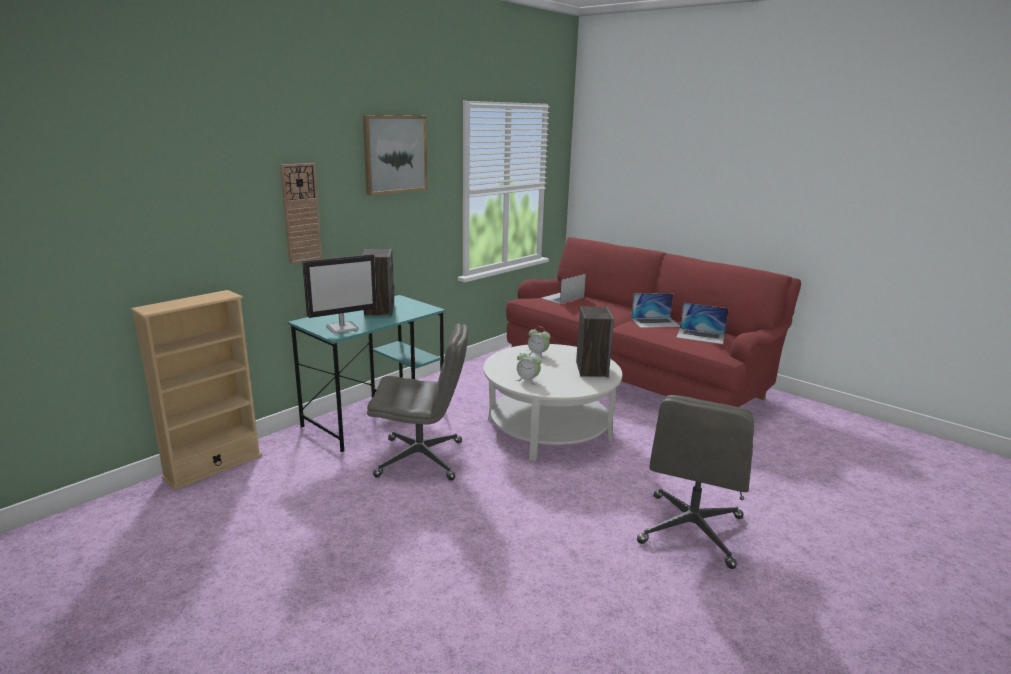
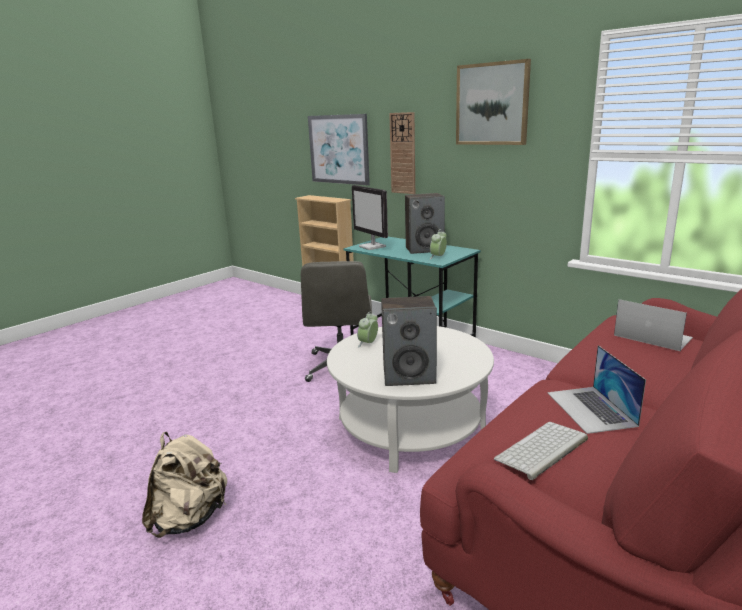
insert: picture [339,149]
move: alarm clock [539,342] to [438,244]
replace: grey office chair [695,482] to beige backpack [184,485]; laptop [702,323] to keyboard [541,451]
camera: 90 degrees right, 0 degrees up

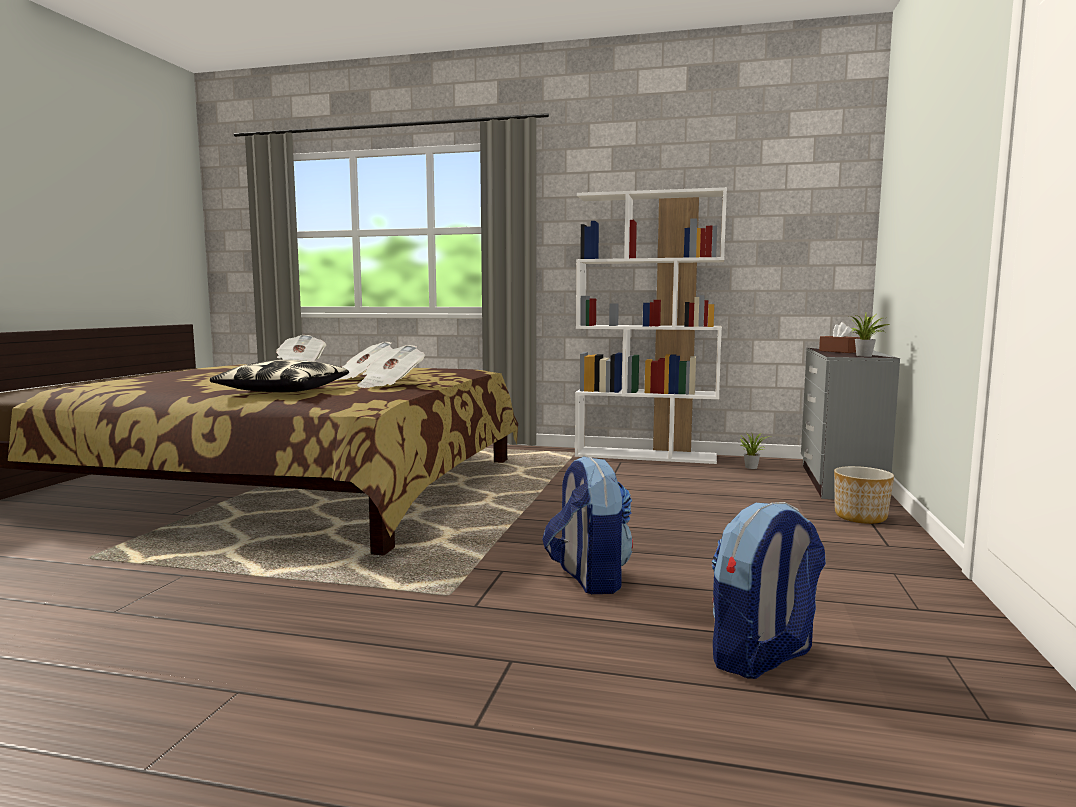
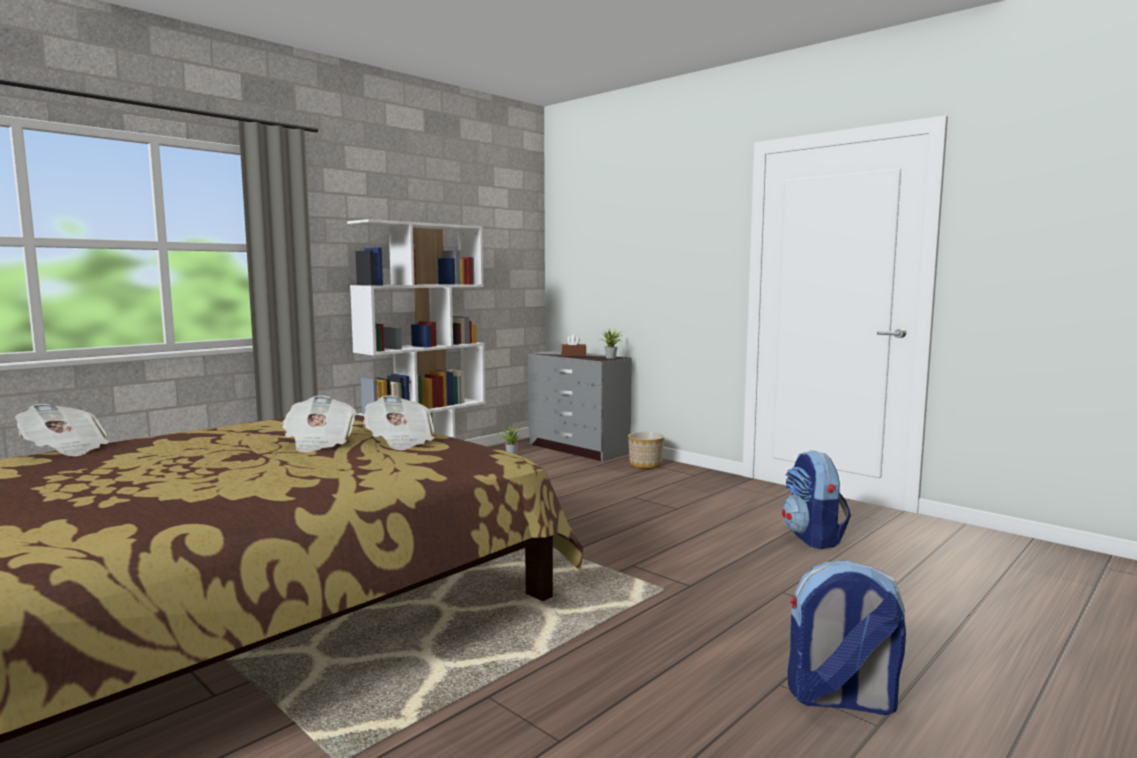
delete: pillow [279,376]
move: backpack [587,525] to [846,637]
camera: 60 degrees left, 0 degrees up

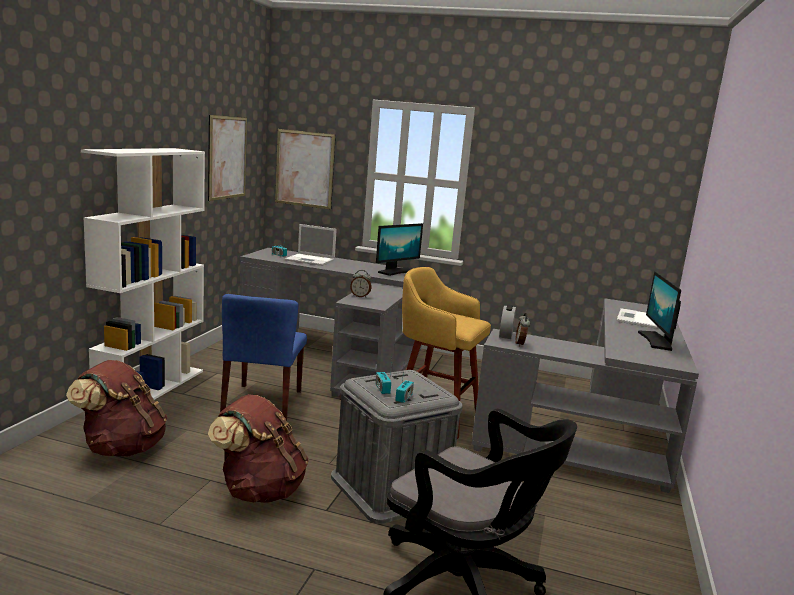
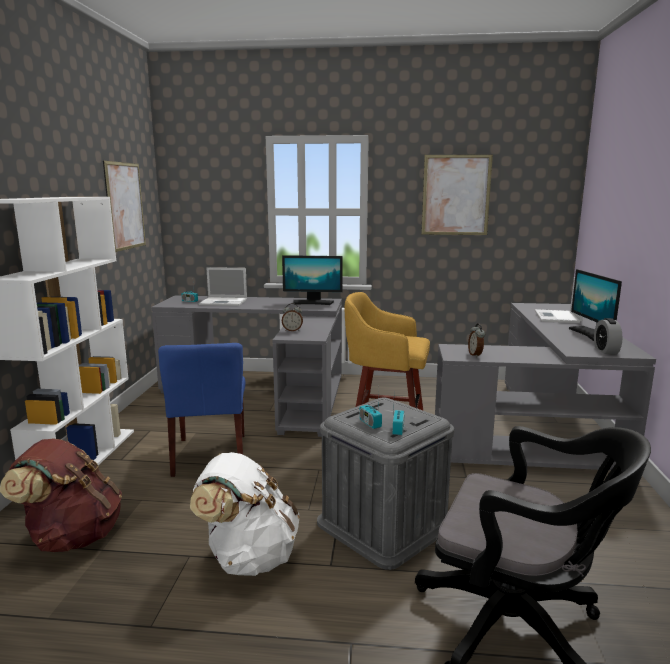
move: picture [305,169] to [457,194]; alarm clock [507,322] to [608,336]
recolor: brown backpack [258,448] to white backpack [245,514]
rotate: monitor [399,249] = [312,280] 60 degrees clockwise
camera: 10 degrees left, 0 degrees up

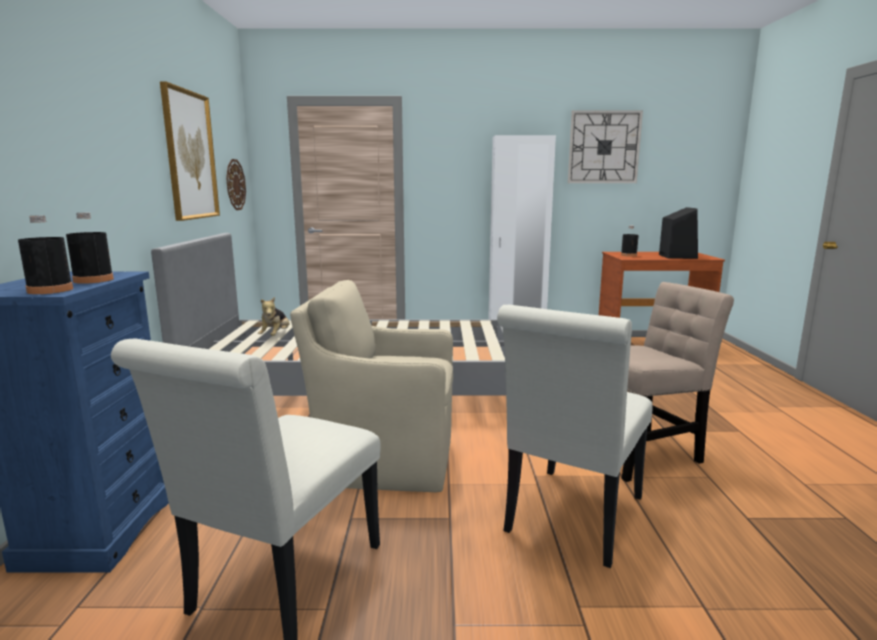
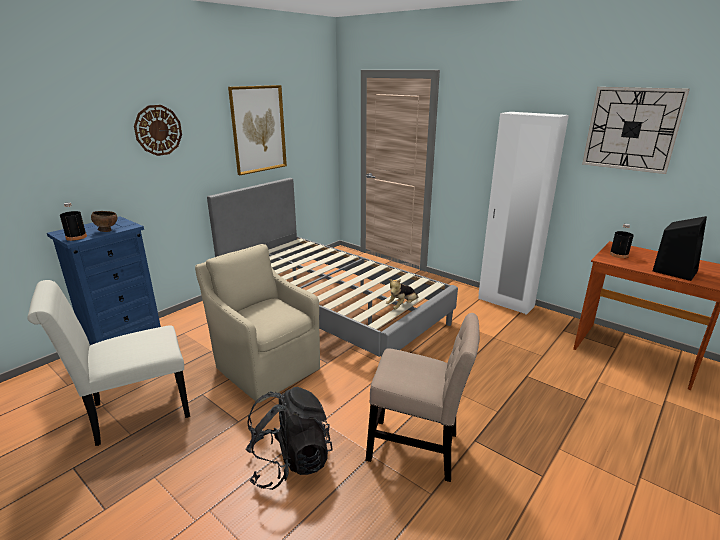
move: wall clock [236,184] to [158,130]; plush toy [273,316] to [402,294]
replace: black bottle [90,248] to brown bowl [104,221]; white chair [575,436] to black backpack [289,438]
camera: 40 degrees right, 10 degrees up

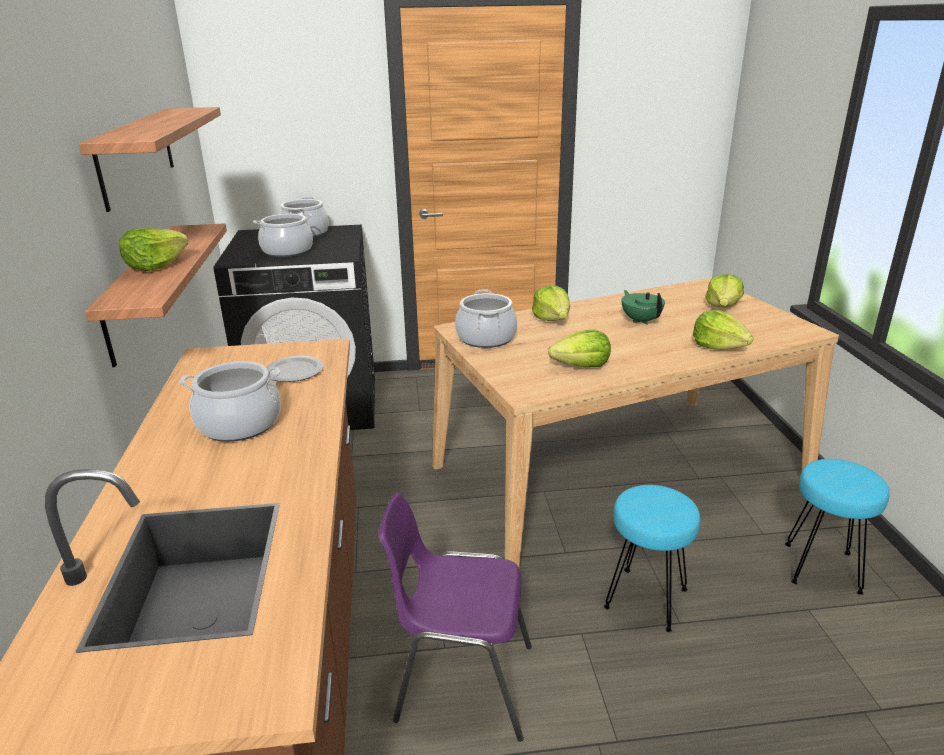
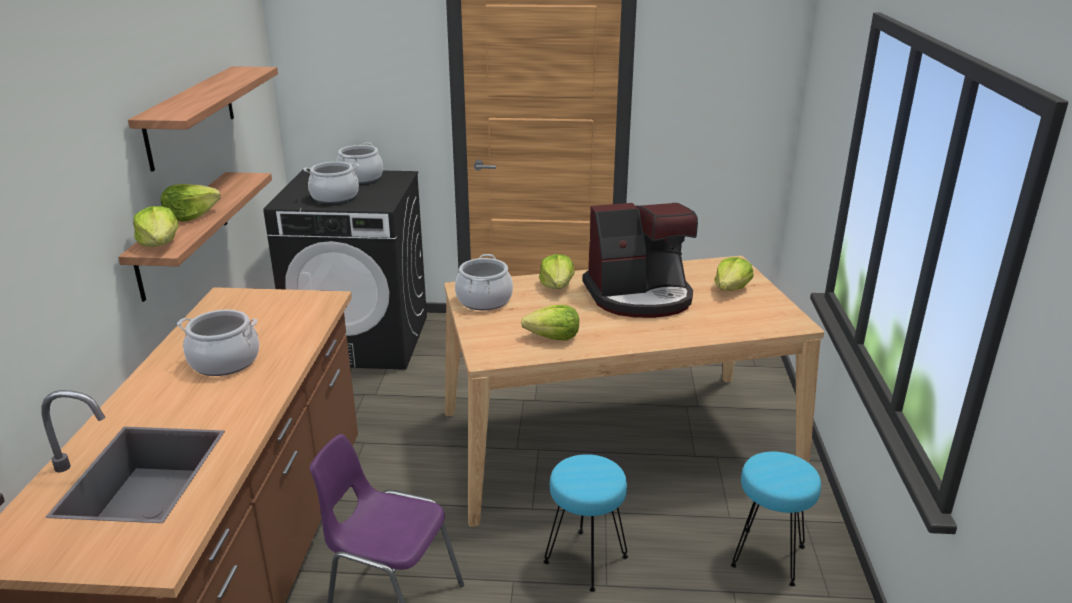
delete: plate [295,369]
move: lettuce [723,330] to [156,226]
replace: green teapot [643,307] to coffee machine [640,260]
camera: 10 degrees right, 0 degrees up

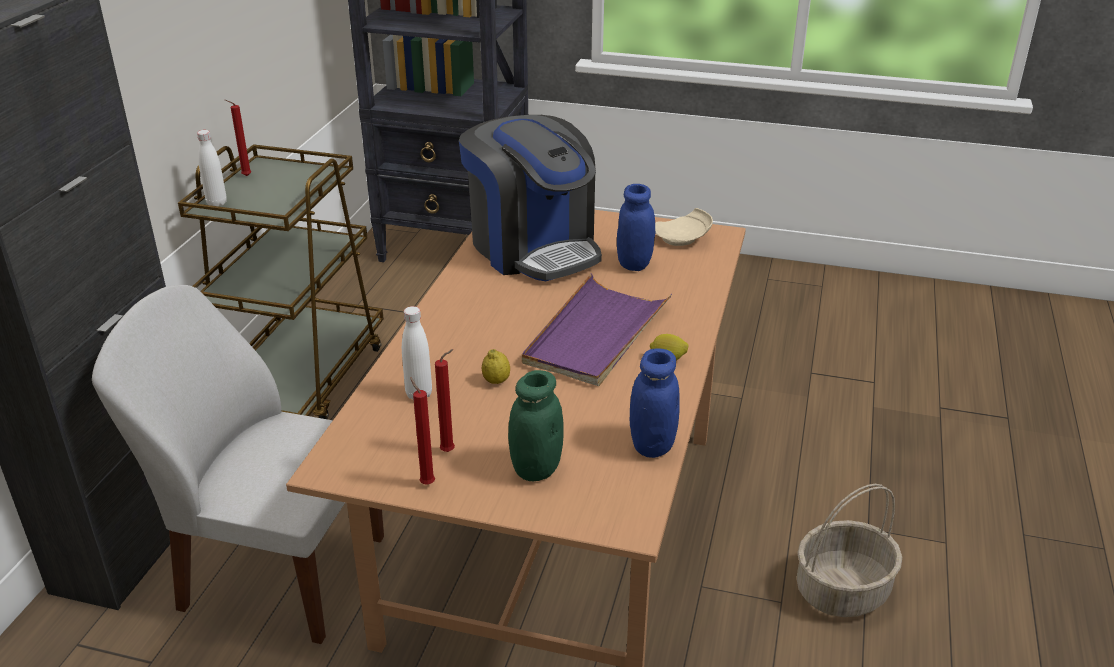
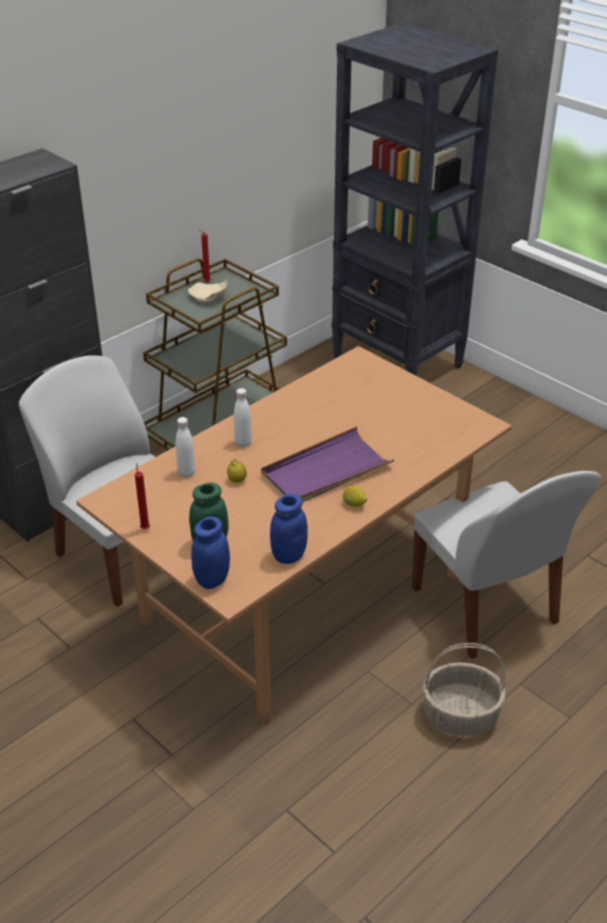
delete: red candle [445,400]; coffee machine [530,198]
insert: white chair [506,565]
move: white bottle [212,168] to [243,417]; blue jar [636,227] to [210,553]; beige plate [684,227] to [207,291]
camera: 30 degrees right, 5 degrees up

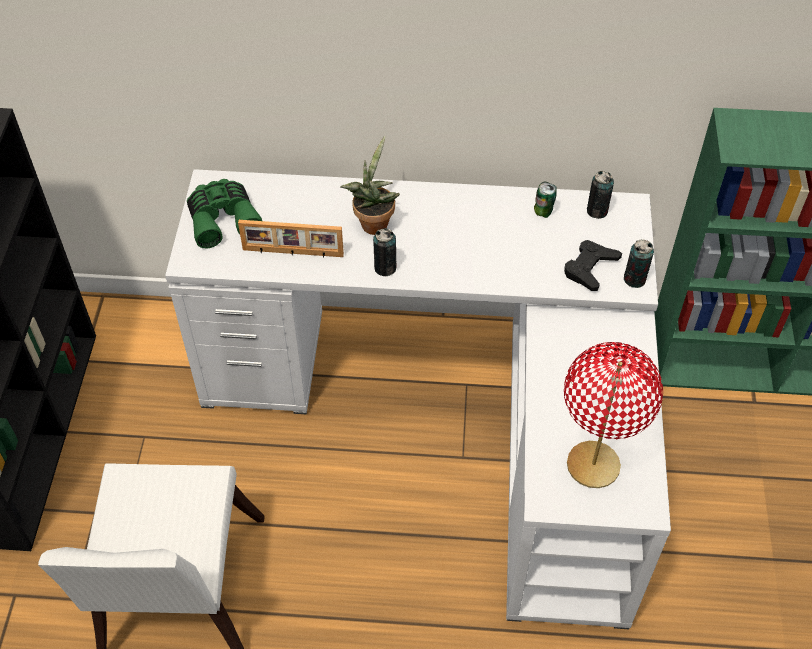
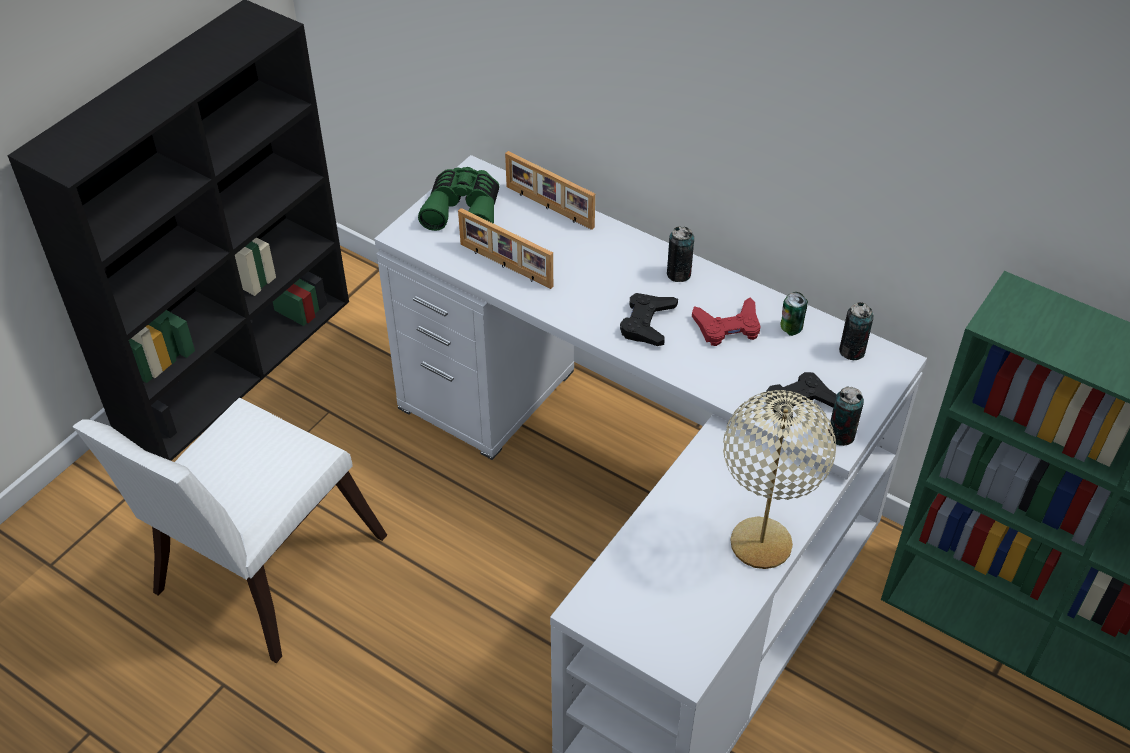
delete: potted plant [370,185]; red table lamp [613,415]
insert: picture frame [550,190]; black game controller [649,319]; red game controller [726,322]; beige table lamp [779,479]
move: can [385,252] to [680,254]
camera: 30 degrees right, 5 degrees down

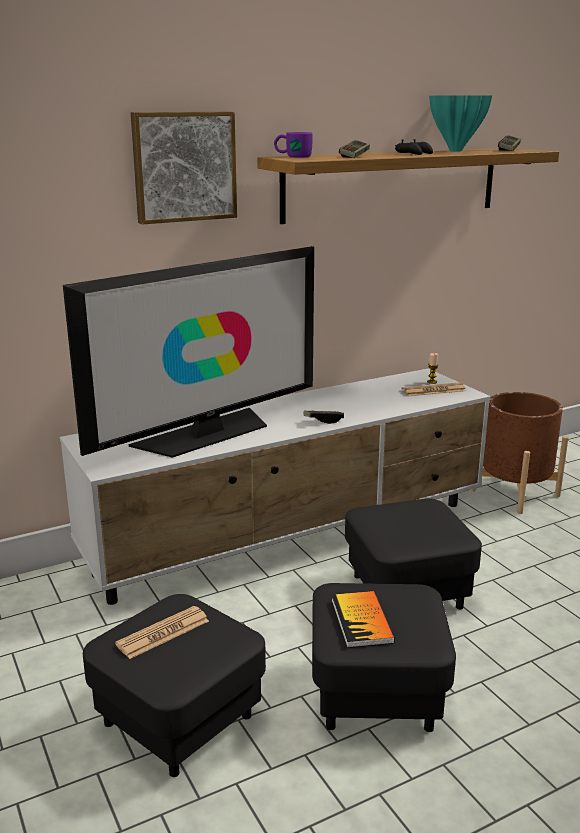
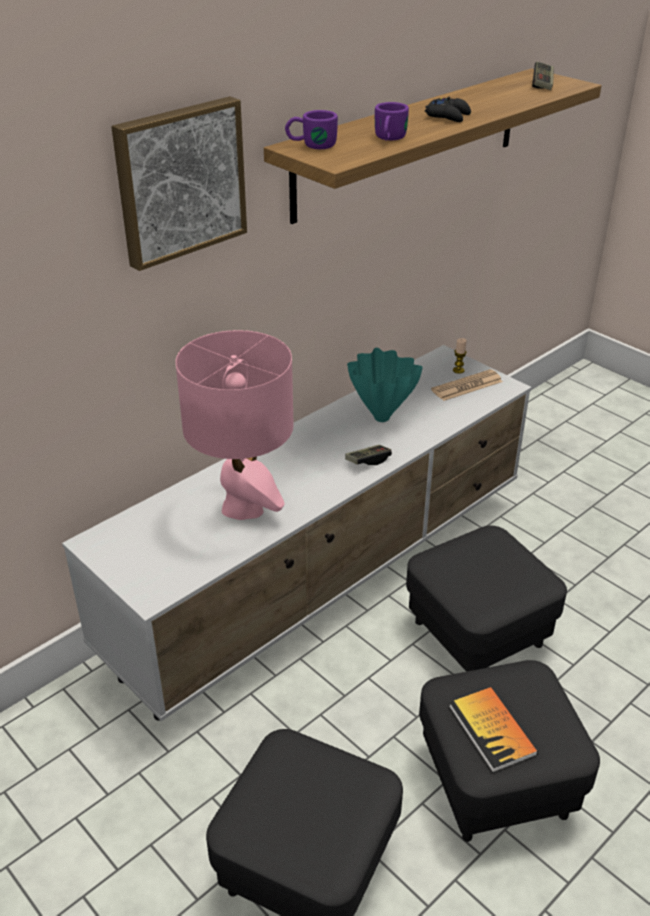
delete: newspaper [162,632]; brown planter [519,453]
move: turquoise vase [460,123] to [385,385]
replace: television [188,352] to pink table lamp [234,425]; game controller [354,149] to purple mug [392,121]
camera: 15 degrees left, 15 degrees up

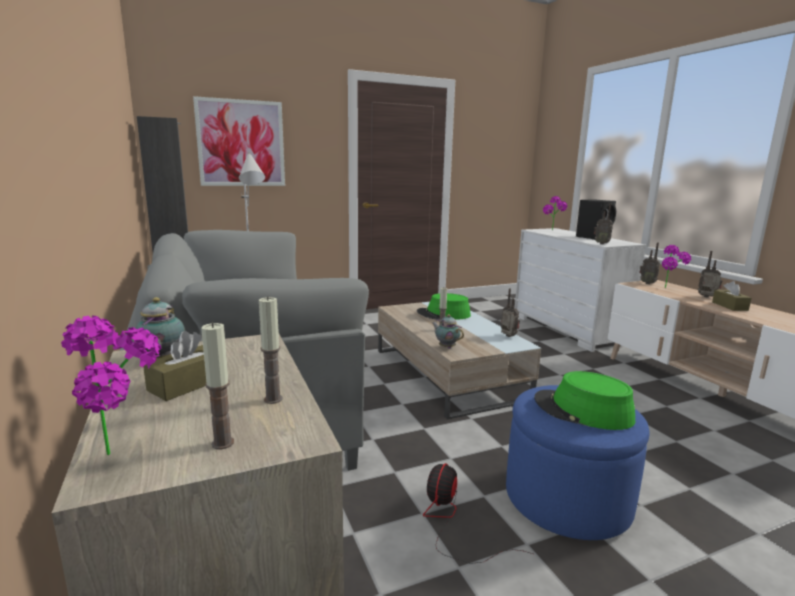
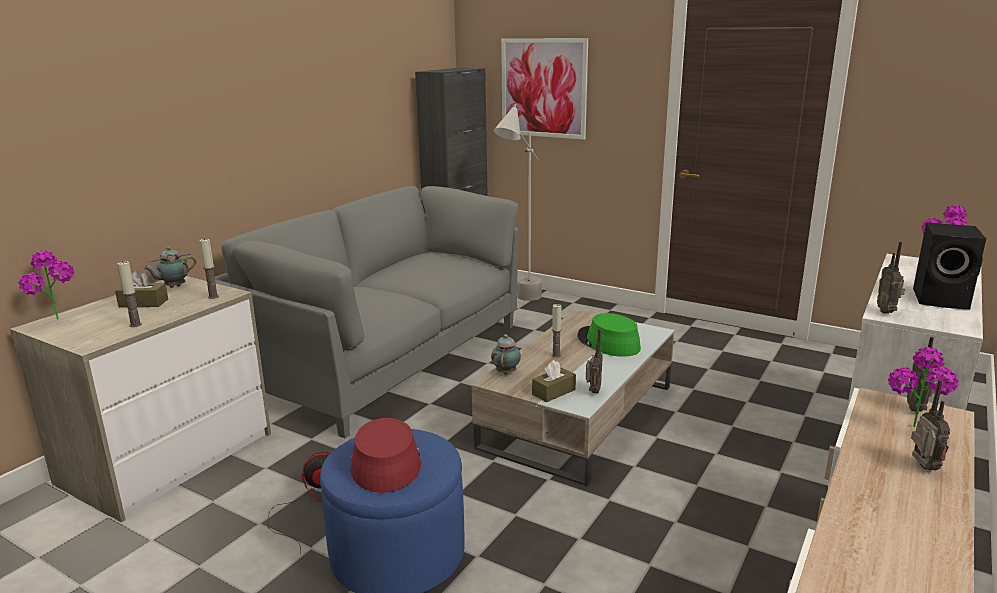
move: candle [217,386] to [209,268]; brown tissue box [731,296] to [554,381]
recolor: green hat [584,400] to red hat [386,455]
camera: 55 degrees right, 5 degrees up

